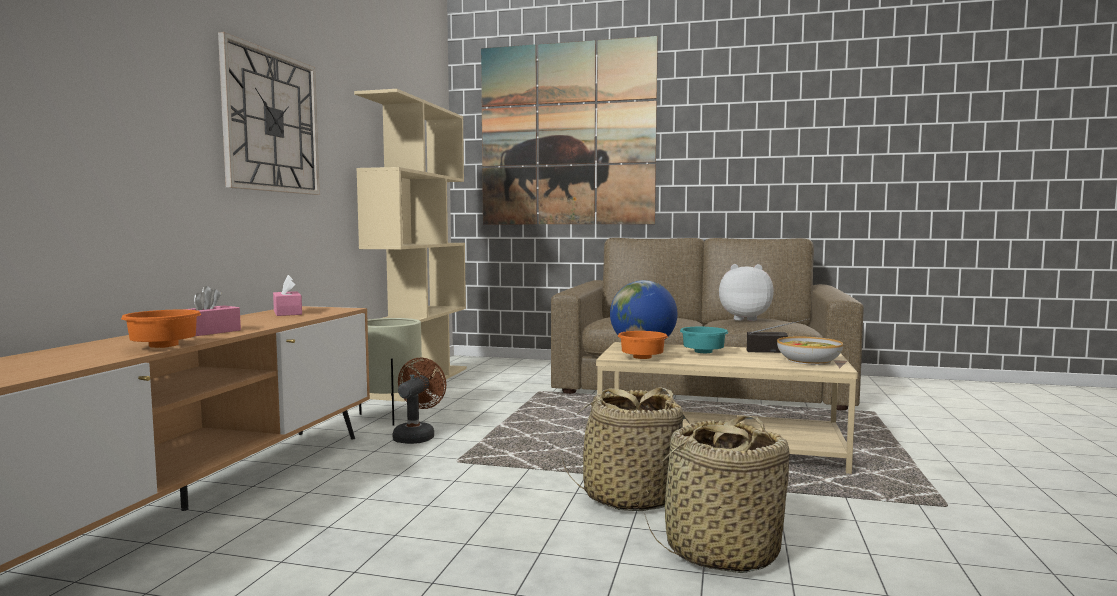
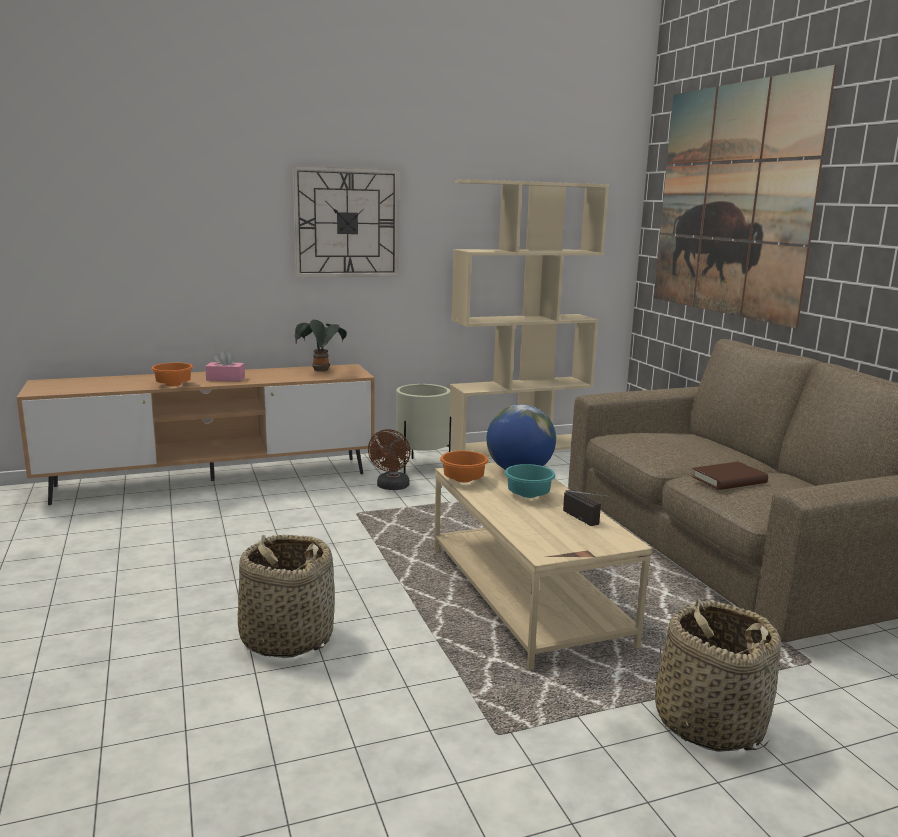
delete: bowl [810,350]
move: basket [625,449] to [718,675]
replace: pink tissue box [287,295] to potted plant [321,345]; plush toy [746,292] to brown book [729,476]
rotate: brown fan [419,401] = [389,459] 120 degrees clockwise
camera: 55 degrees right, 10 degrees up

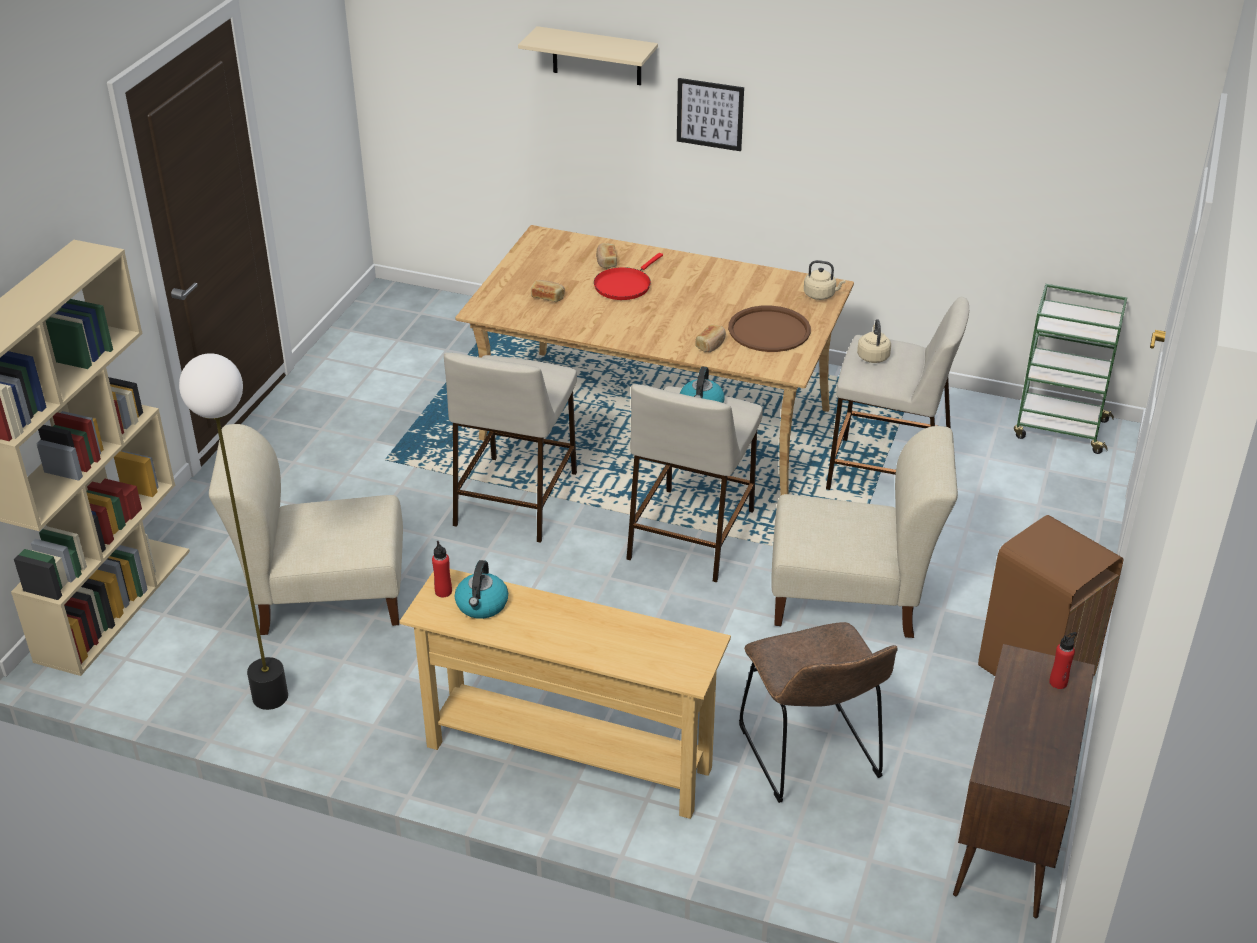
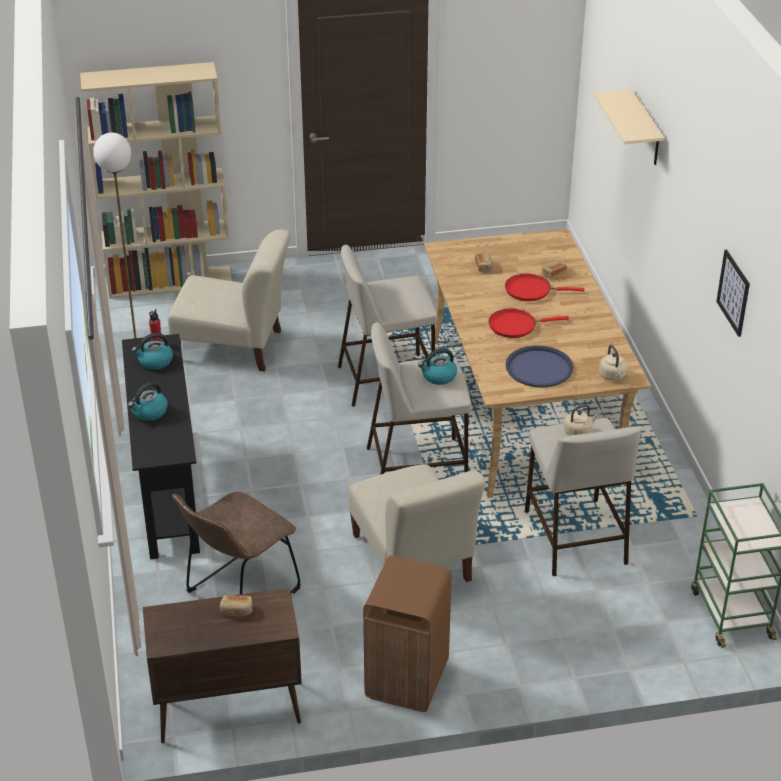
delete: red bottle [1063,660]
insert: kettle [148,401]; red frying pan [529,323]
move: picture [710,114] to [733,293]; bread [711,338] to [236,606]
recolor: beige console table [565,694] to black console table [161,446]; brown tray [769,329] to blue tray [540,366]
rotate: beige chair [306,529] = [229,301] 135 degrees clockwise
camera: 60 degrees right, 0 degrees up

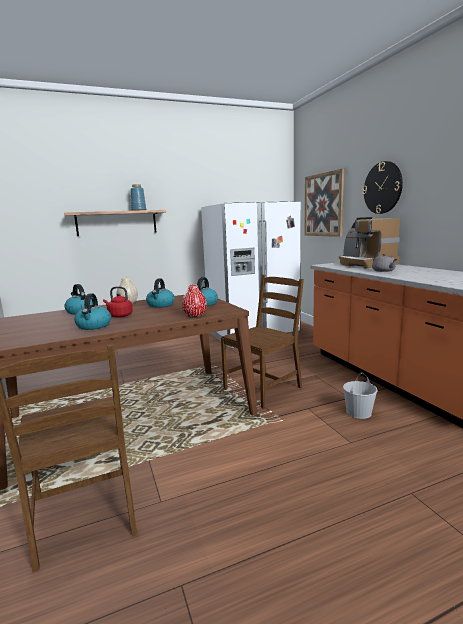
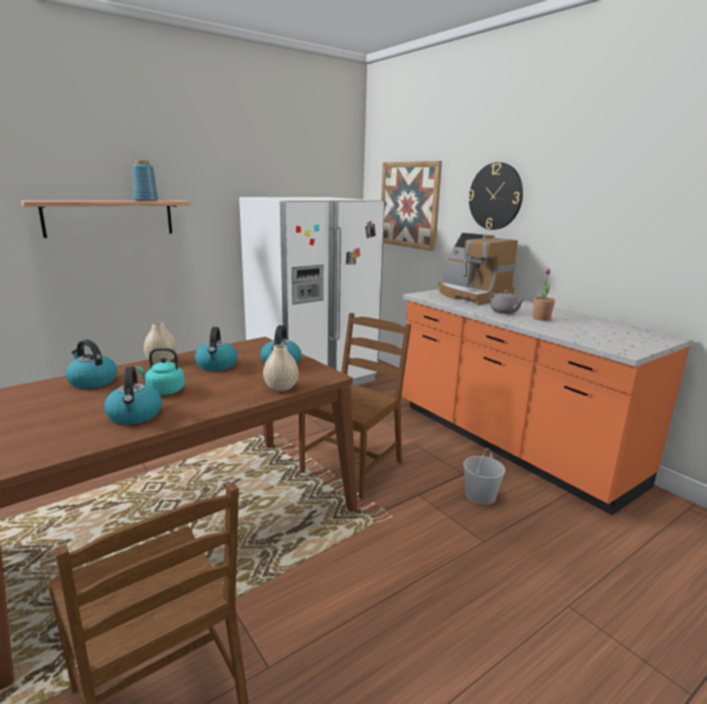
insert: potted plant [544,294]
recolor: red kettle [118,302] to turquoise kettle [160,371]; red vase [194,300] to beige vase [281,368]
camera: 15 degrees left, 5 degrees up

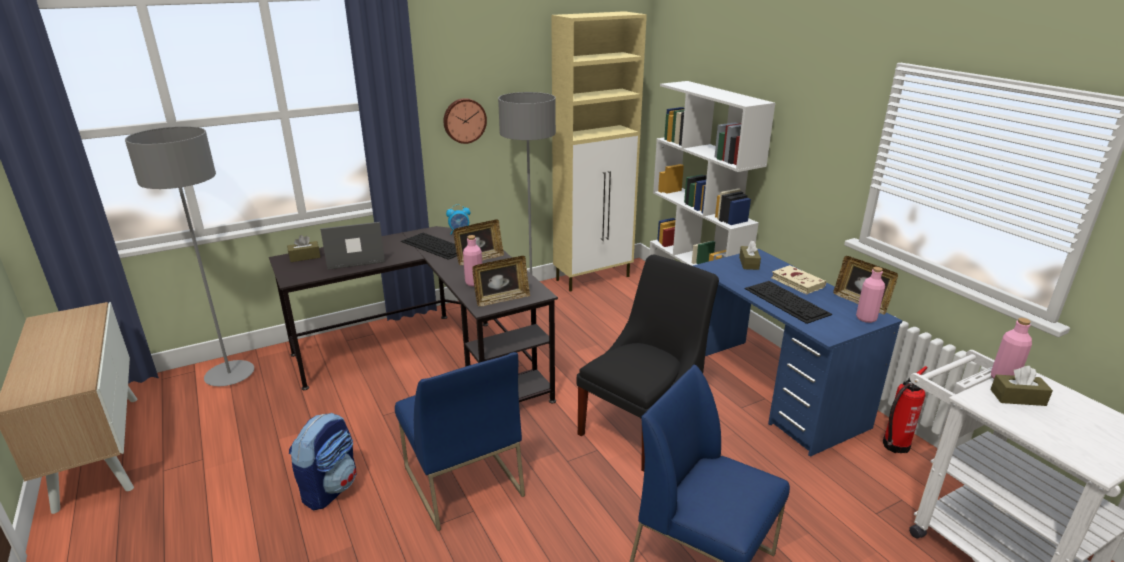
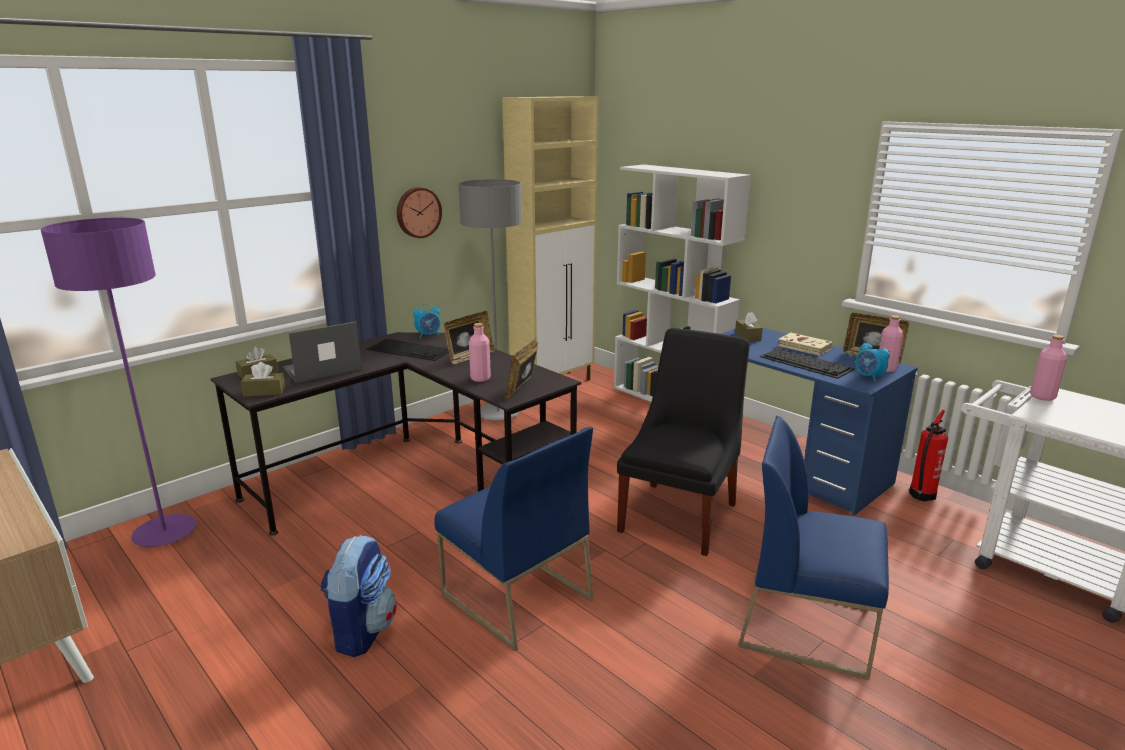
insert: alarm clock [873,361]
move: brown tissue box [1021,386] to [263,379]
recolor: grey floor lamp [189,256] to purple floor lamp [119,382]
rotate: picture frame [501,281] = [520,368] 150 degrees clockwise
camera: 15 degrees left, 5 degrees down

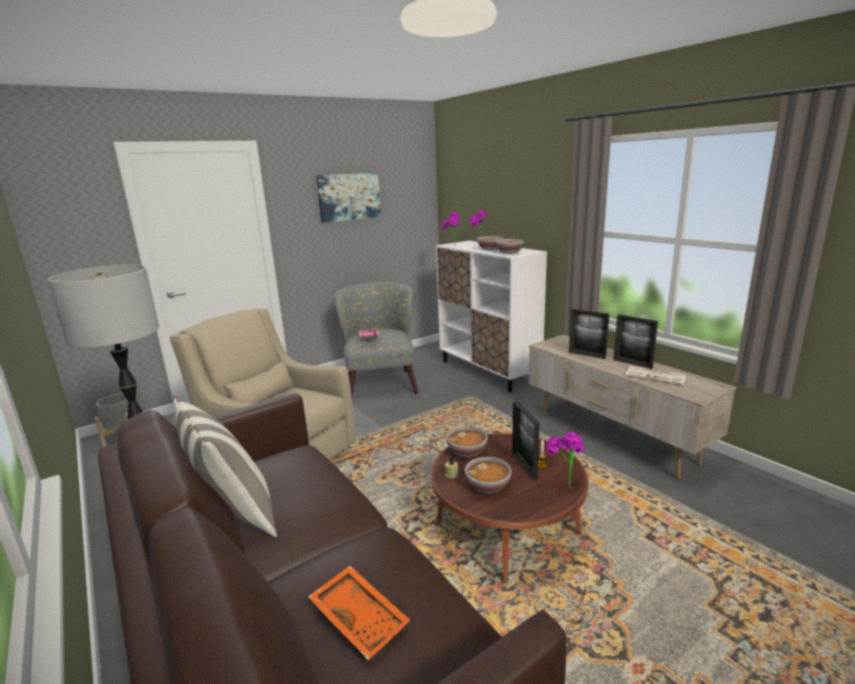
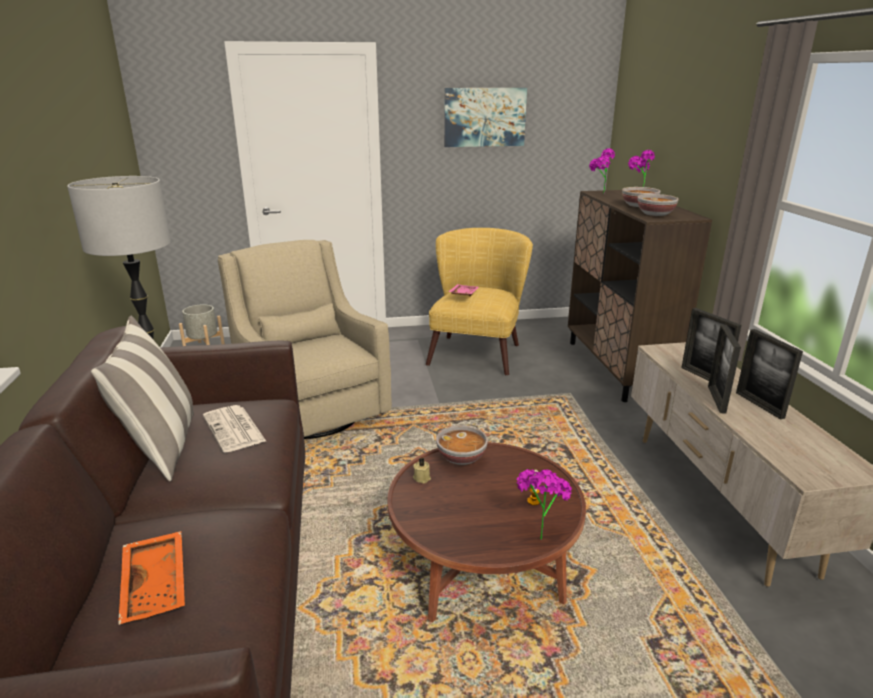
delete: bowl [488,475]
move: picture frame [526,440] to [724,369]; newspaper [655,375] to [234,429]
recolor: grey armchair [376,339] to yellow armchair [479,302]; white cabinet [491,316] to brown cabinet [640,296]
camera: 25 degrees right, 5 degrees up

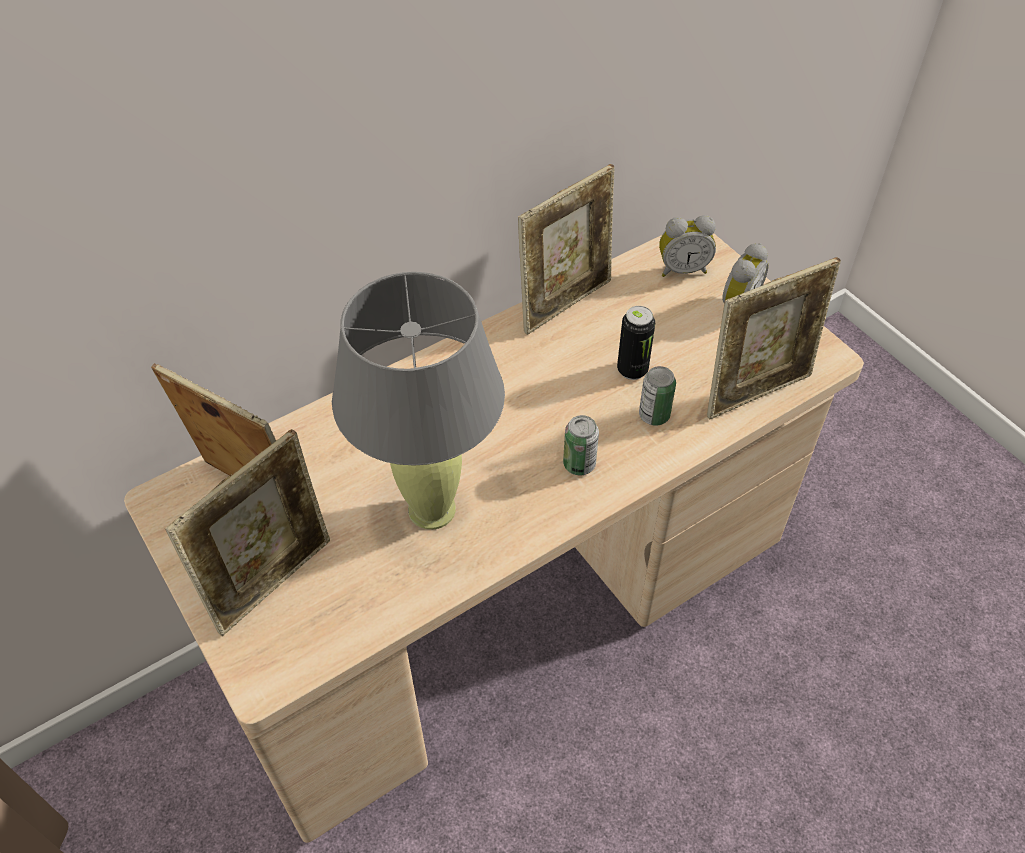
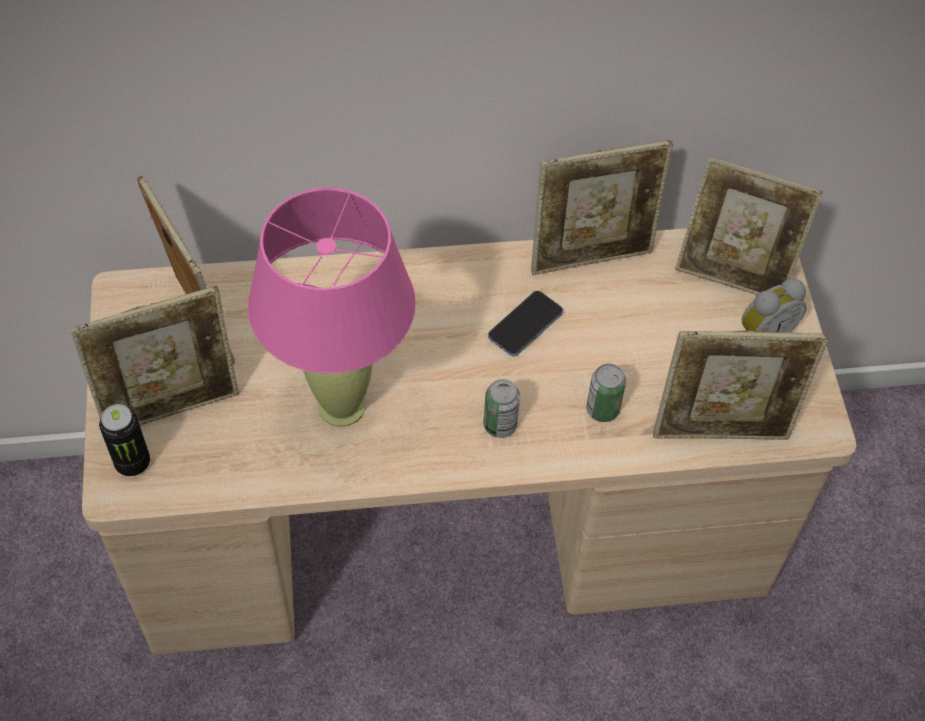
insert: phone [525,324]
move: can [636,343] to [124,440]
replace: alarm clock [687,246] to picture frame [749,226]
recolor: grey table lamp [418,401] to pink table lamp [332,307]
camera: 25 degrees right, 5 degrees up

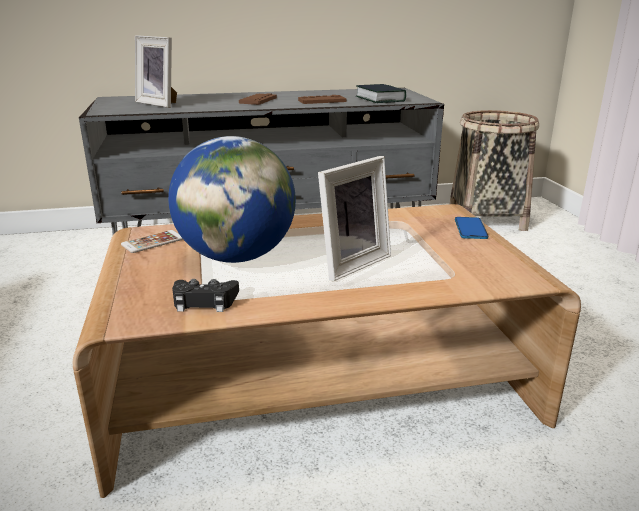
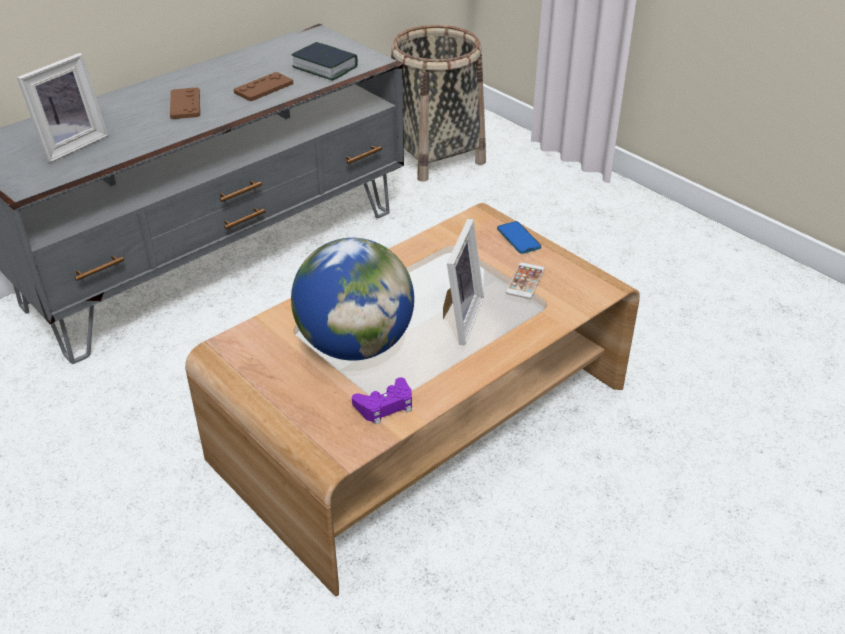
move: phone [152,241] to [525,280]
recolor: black game controller [205,295] to purple game controller [382,401]
rotate: picture frame [156,71] = [62,107] 60 degrees counterclockwise
camera: 30 degrees left, 15 degrees up

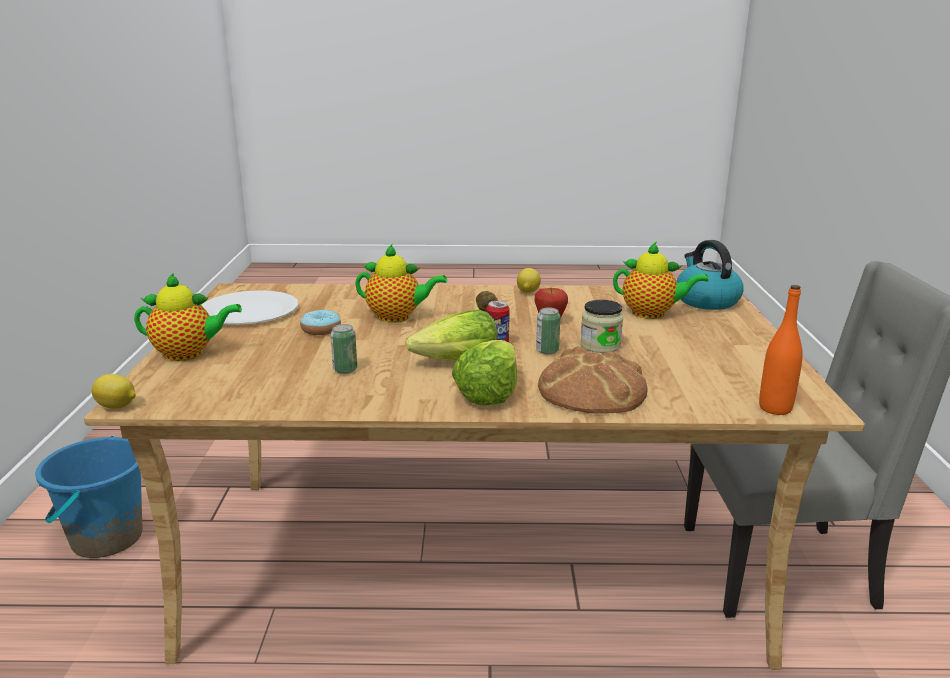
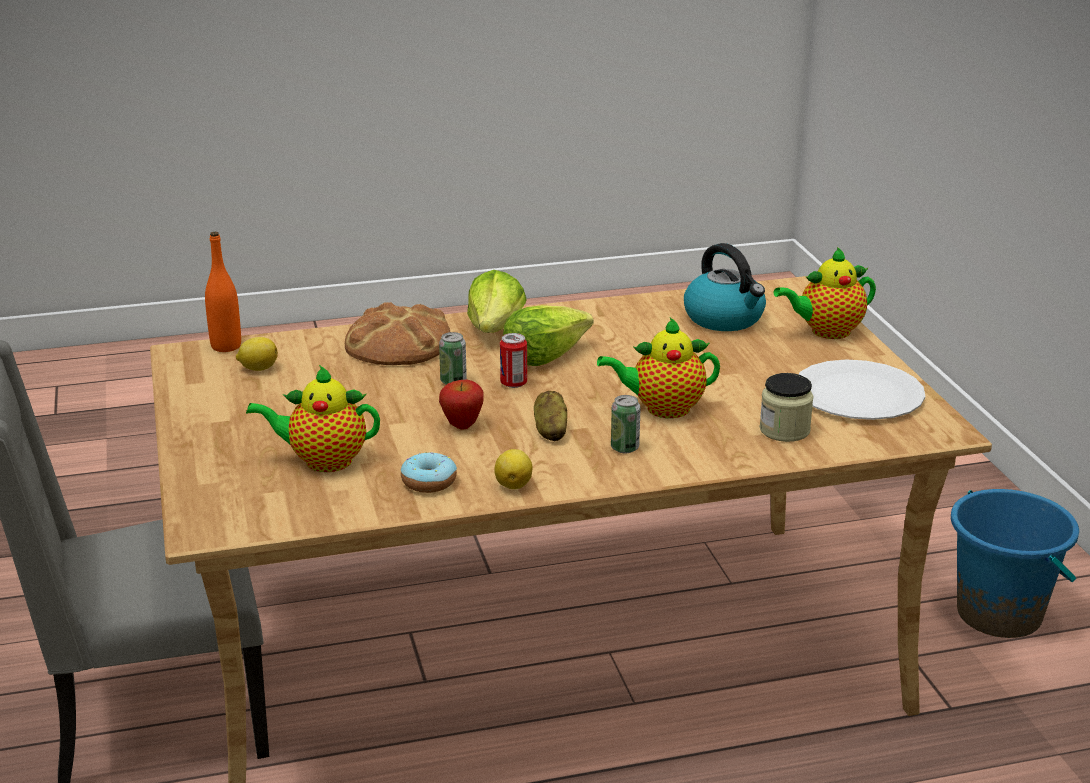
move: lemon [114,391] to [257,354]; donut [320,322] to [429,472]; can [344,349] to [626,424]; jar [601,326] to [787,407]; kettle [710,275] to [725,287]
camera: 165 degrees right, 5 degrees up

